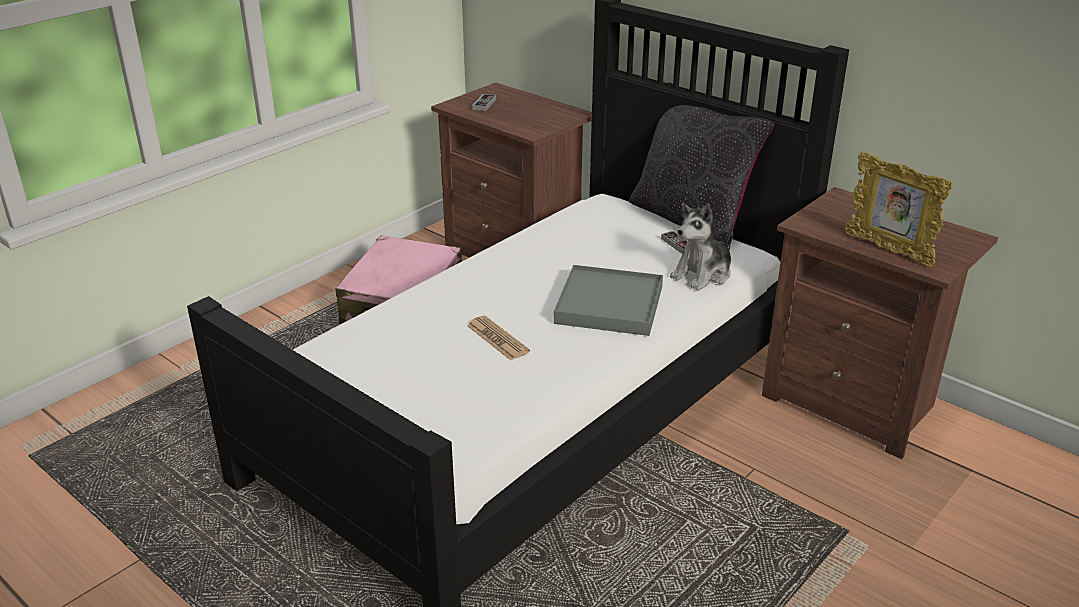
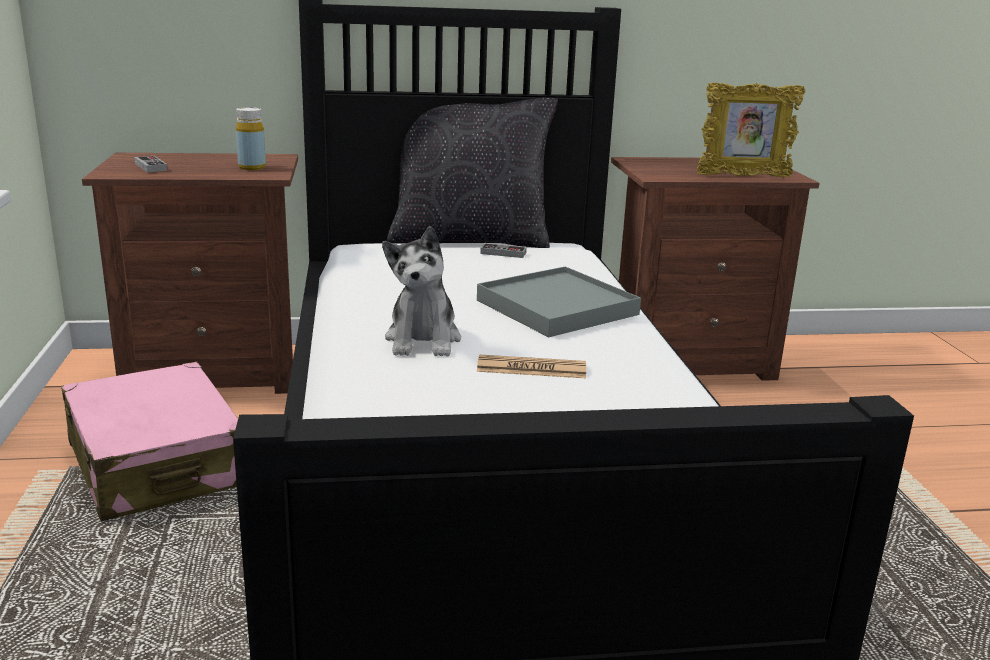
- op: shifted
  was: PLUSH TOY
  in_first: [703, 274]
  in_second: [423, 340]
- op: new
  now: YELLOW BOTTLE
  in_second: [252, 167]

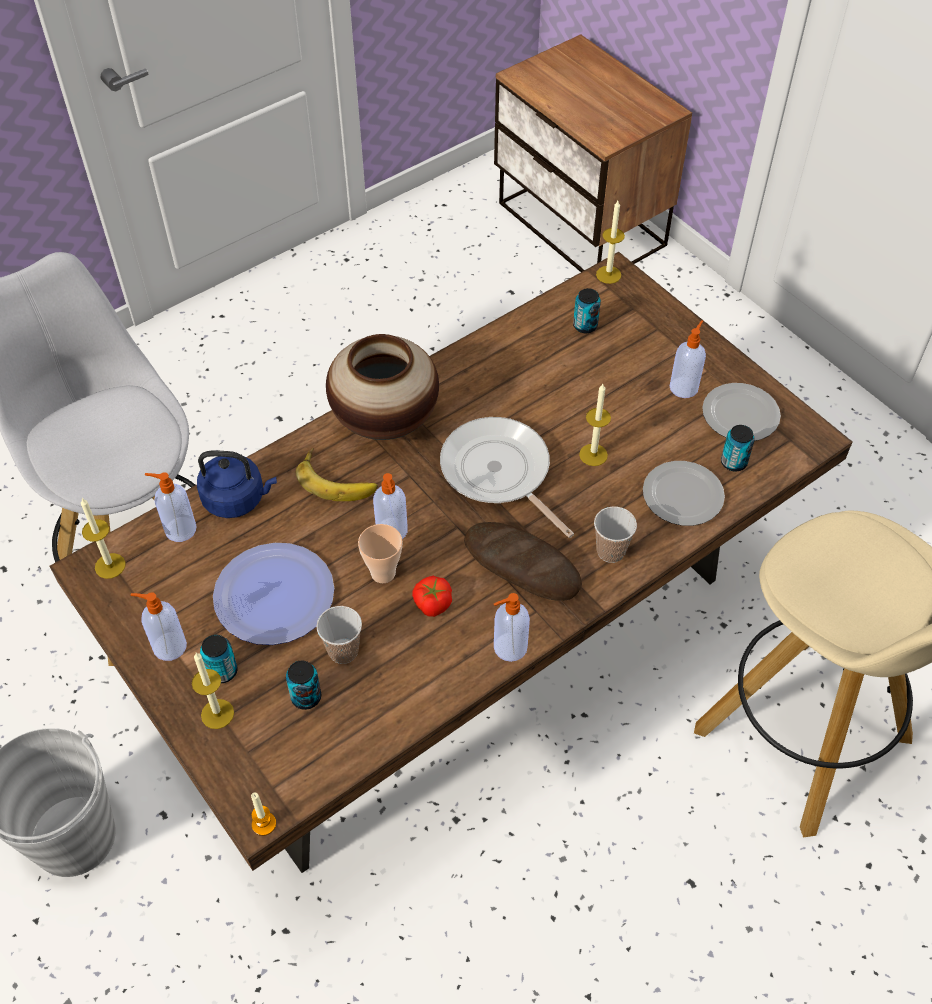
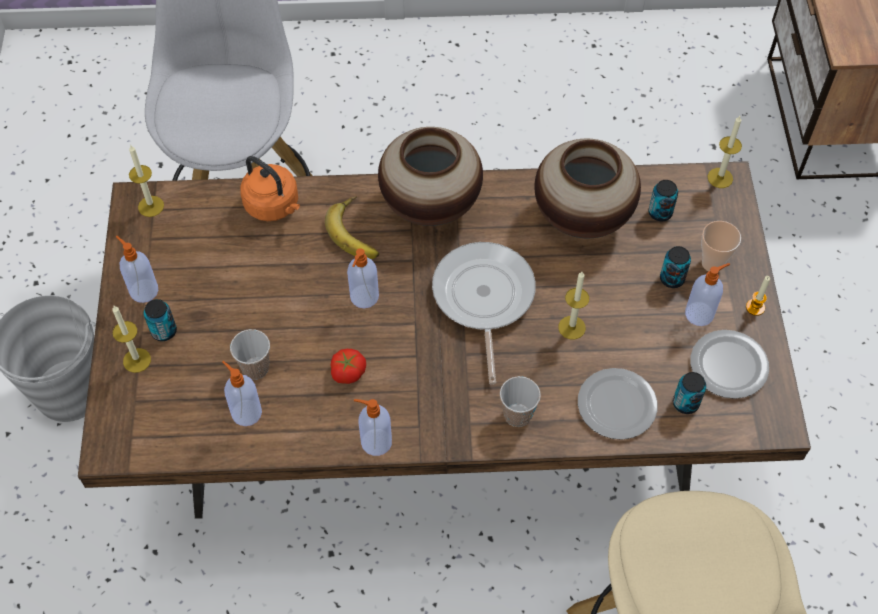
- op: shifted
  was: SOAP DISPENSER
  in_first: [179, 529]
  in_second: [245, 412]
- op: repainted
  was: BLUE KETTLE
  now: ORANGE KETTLE
  in_first: [237, 499]
  in_second: [274, 206]
- op: gone
  was: PLATE
  in_first: [274, 595]
- op: shifted
  was: CANDLE
  in_first: [264, 824]
  in_second: [755, 307]
- op: shifted
  was: CAN
  in_first: [306, 697]
  in_second: [672, 279]
- op: shifted
  was: CUP
  in_first: [383, 573]
  in_second: [712, 263]
- op: gone
  was: BREAD
  in_first: [521, 565]
- op: new
  now: VASE
  in_second: [582, 217]

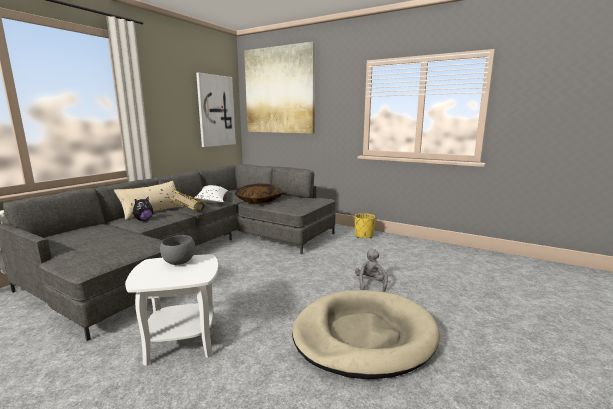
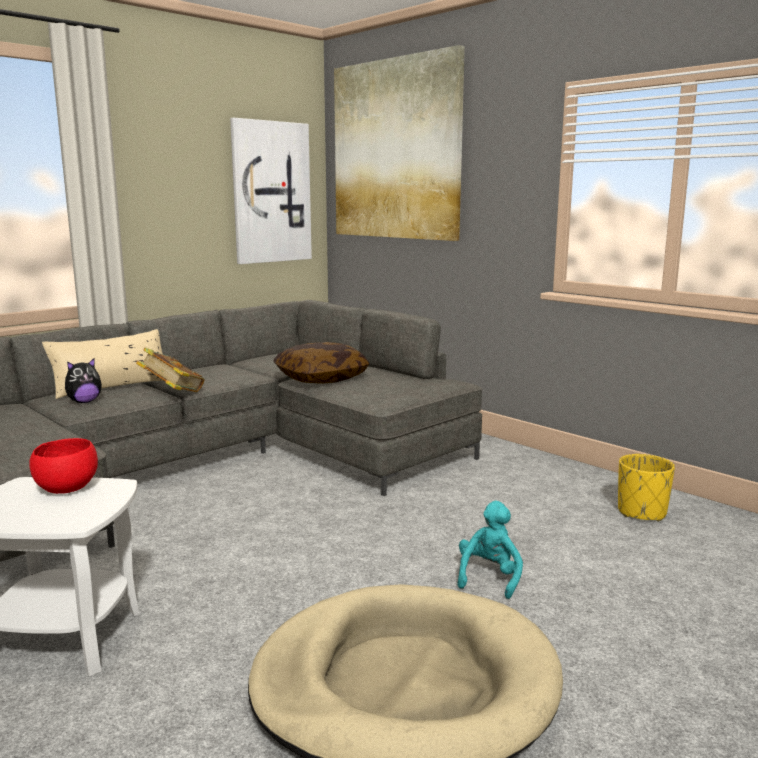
- op: repainted
  was: GREY BOWL
  now: RED BOWL
  in_first: [179, 262]
  in_second: [67, 489]
- op: gone
  was: WHITE PILLOW
  in_first: [212, 200]
- op: shifted
  was: YELLOW PLANTER
  in_first: [364, 236]
  in_second: [642, 512]
- op: repainted
  was: GREY PLUSH TOY
  now: TURQUOISE PLUSH TOY
  in_first: [370, 284]
  in_second: [489, 577]

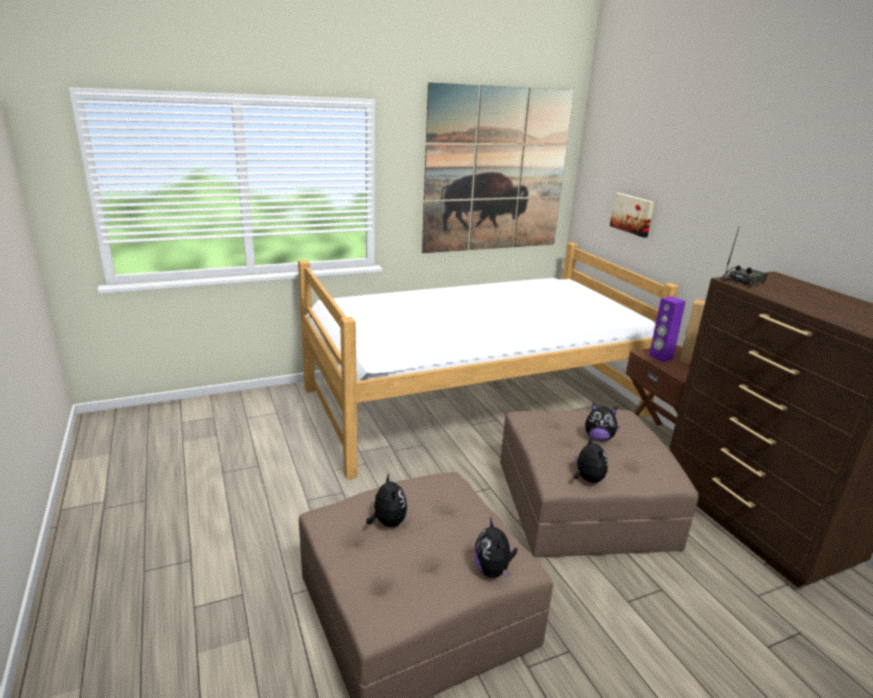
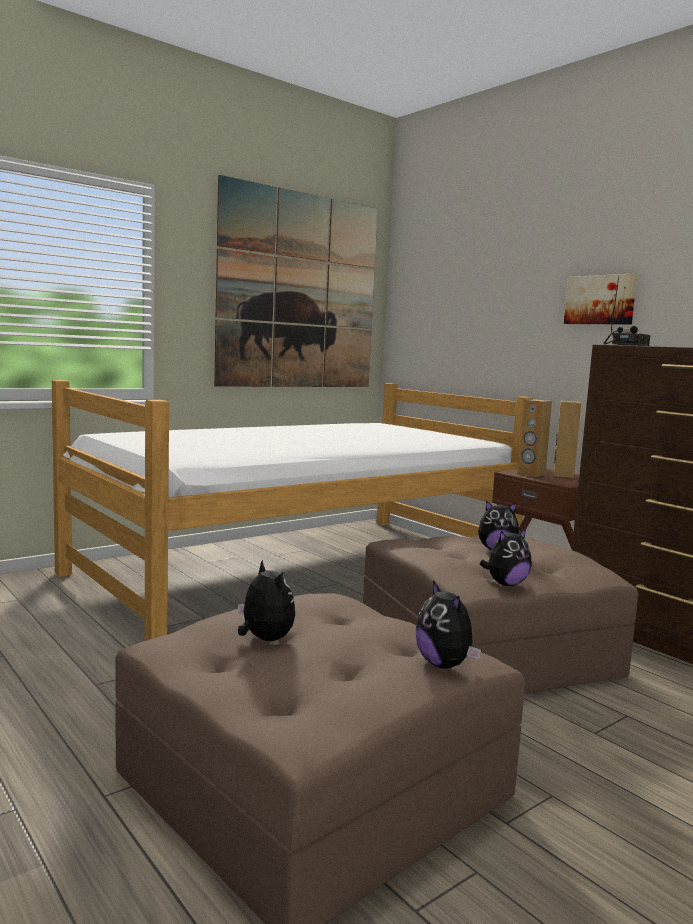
- op: rotated
  was: PLUSH TOY
  in_first: [587, 479]
  in_second: [505, 584]
  clockwise: 90
- op: shifted
  was: PICTURE
  in_first: [632, 214]
  in_second: [600, 300]
- op: repainted
  was: PURPLE SPEAKER
  now: BROWN SPEAKER
  in_first: [660, 357]
  in_second: [531, 474]

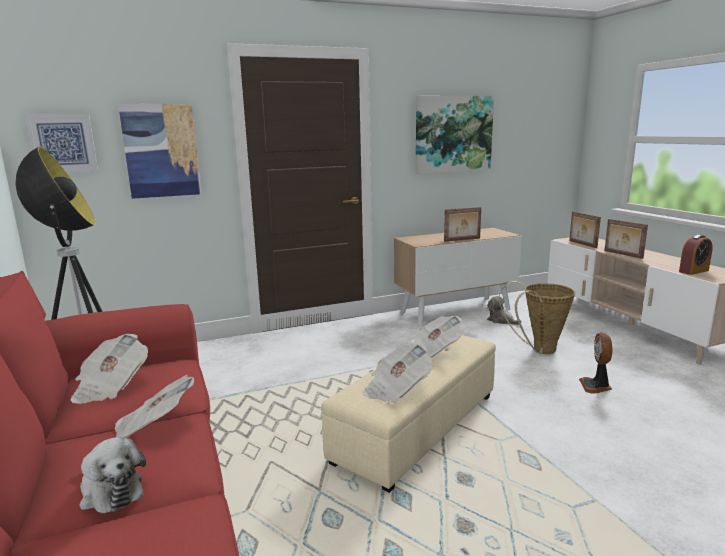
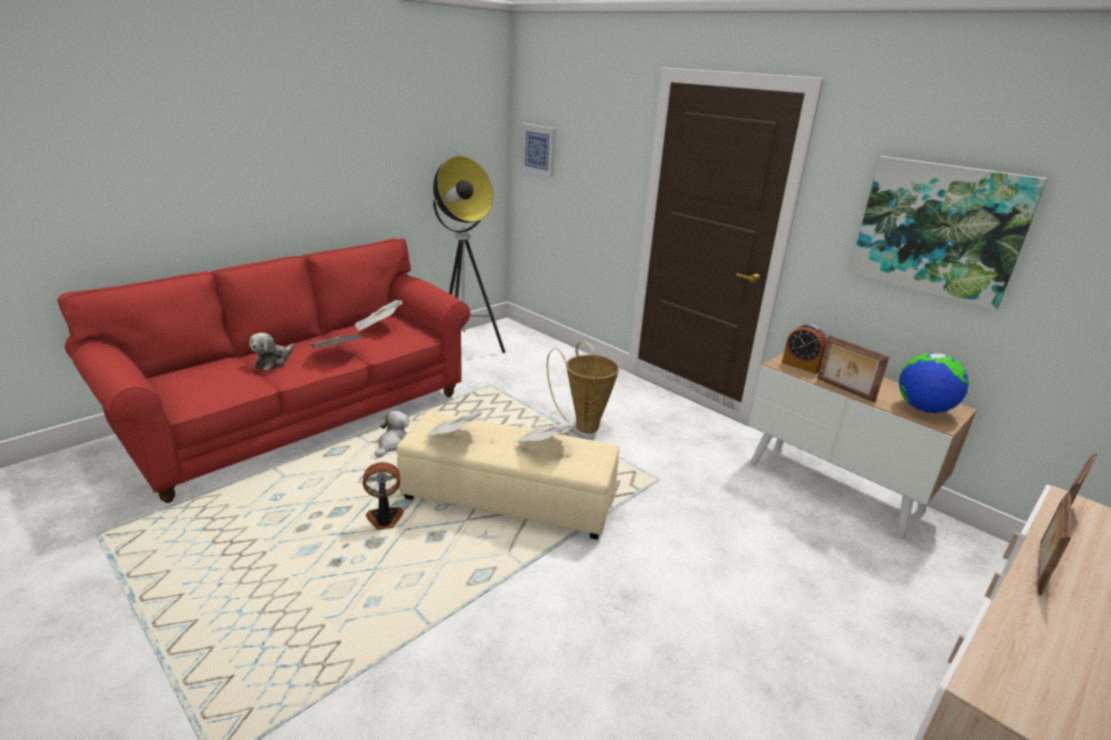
- op: gone
  was: PICTURE
  in_first: [161, 151]
- op: shifted
  was: PLUSH TOY
  in_first: [501, 320]
  in_second: [393, 444]
- op: shifted
  was: BASKET
  in_first: [539, 350]
  in_second: [583, 424]
- op: shifted
  was: FAN
  in_first: [596, 386]
  in_second: [385, 519]
- op: shifted
  was: ALARM CLOCK
  in_first: [693, 271]
  in_second: [801, 366]
- op: new
  now: GLOBE
  in_second: [923, 409]

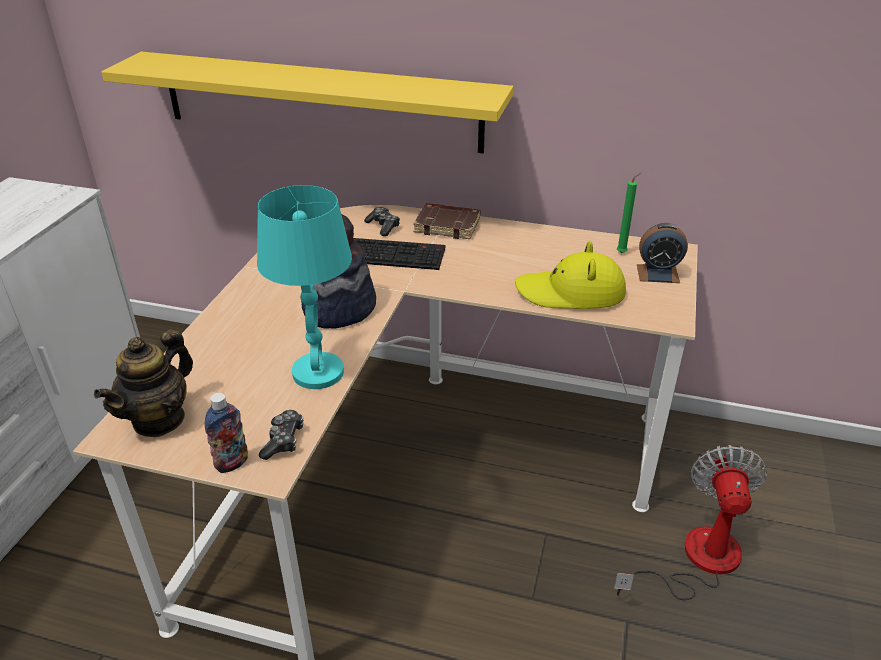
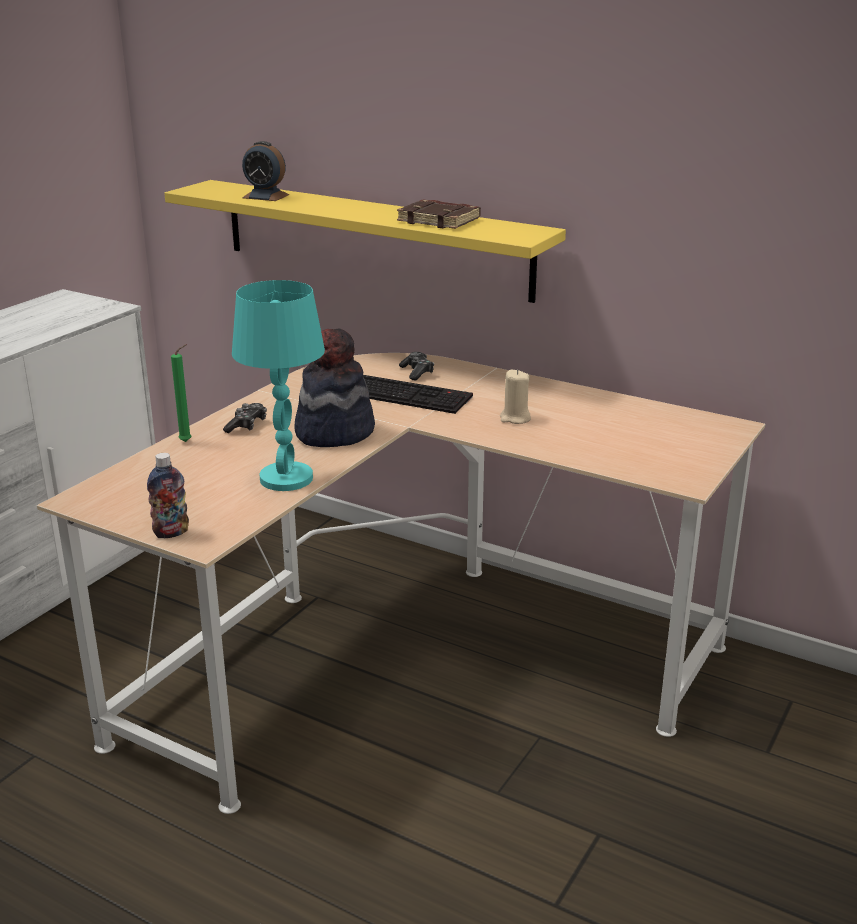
- op: gone
  was: TEAPOT
  in_first: [159, 419]
- op: shifted
  was: GAME CONTROLLER
  in_first: [283, 440]
  in_second: [247, 425]
- op: shifted
  was: BROWN BOOK
  in_first: [448, 225]
  in_second: [440, 220]
- op: gone
  was: YELLOW HAT
  in_first: [571, 292]
- op: gone
  was: FAN
  in_first: [696, 560]
- op: shifted
  was: GREEN CANDLE
  in_first: [622, 252]
  in_second: [187, 441]
- op: shifted
  was: ALARM CLOCK
  in_first: [657, 273]
  in_second: [265, 196]
- op: new
  now: BEIGE CANDLE
  in_second: [515, 418]

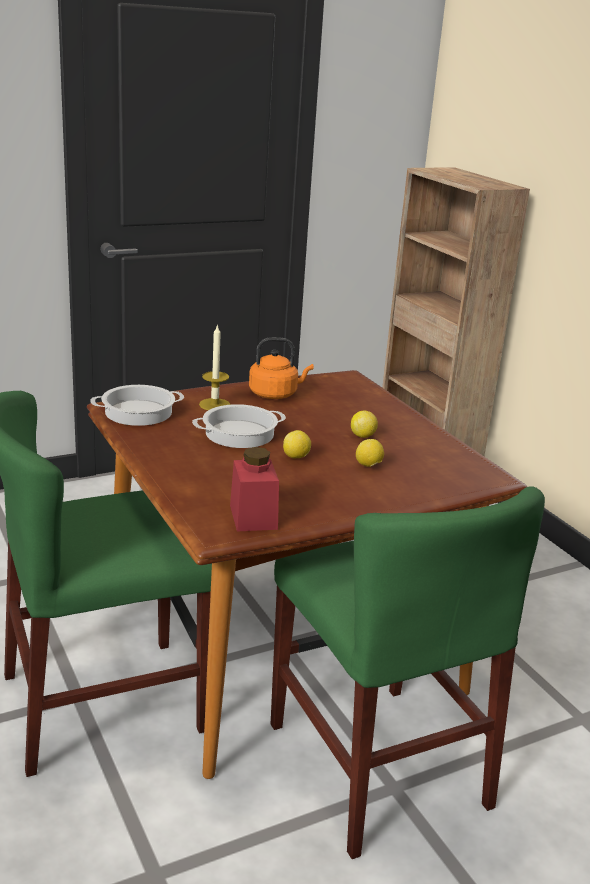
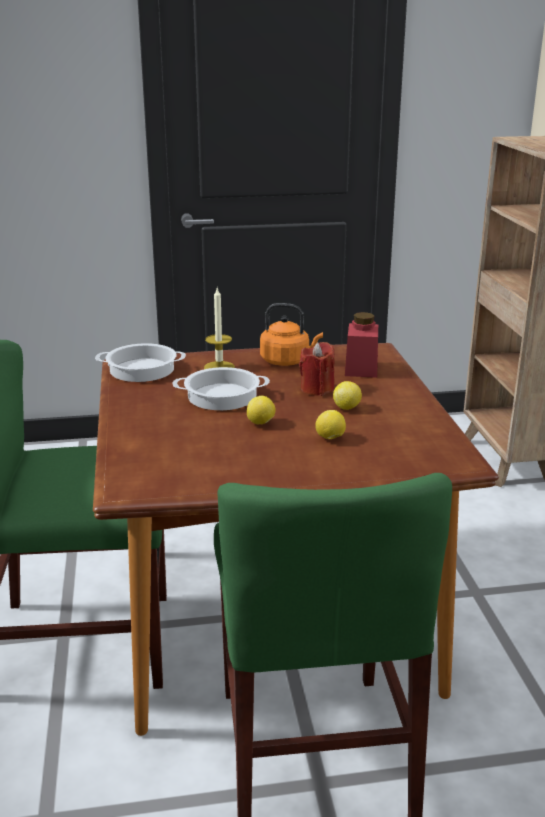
- op: shifted
  was: RED JAR
  in_first: [253, 517]
  in_second: [361, 369]
- op: new
  now: RED CANDLE
  in_second: [317, 389]

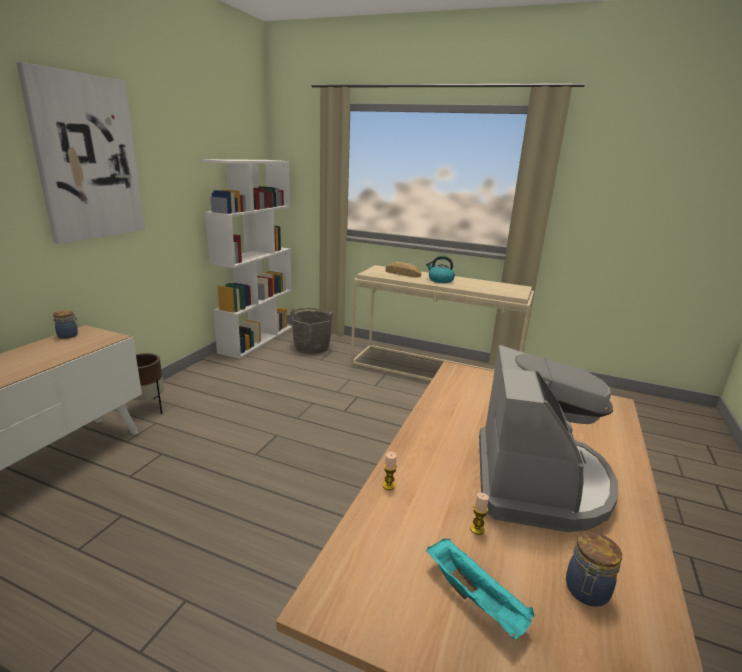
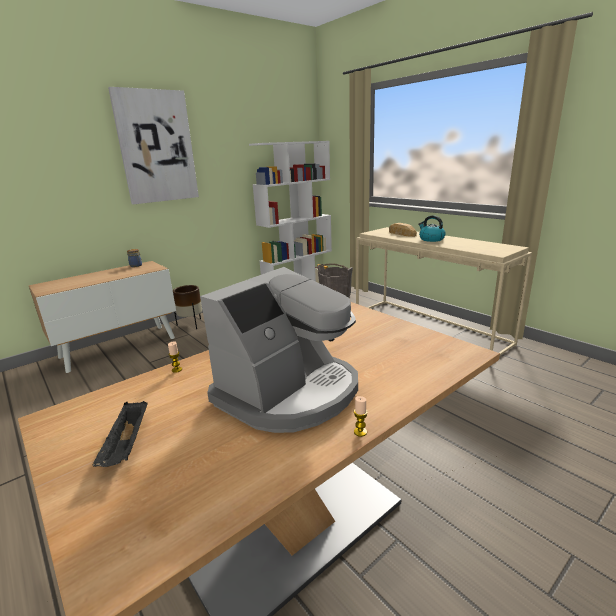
- op: repainted
  was: TURQUOISE TRAY
  now: BLACK TRAY
  in_first: [476, 599]
  in_second: [128, 445]
- op: shifted
  was: CANDLE
  in_first: [477, 529]
  in_second: [360, 432]
- op: gone
  was: JAR
  in_first: [586, 592]

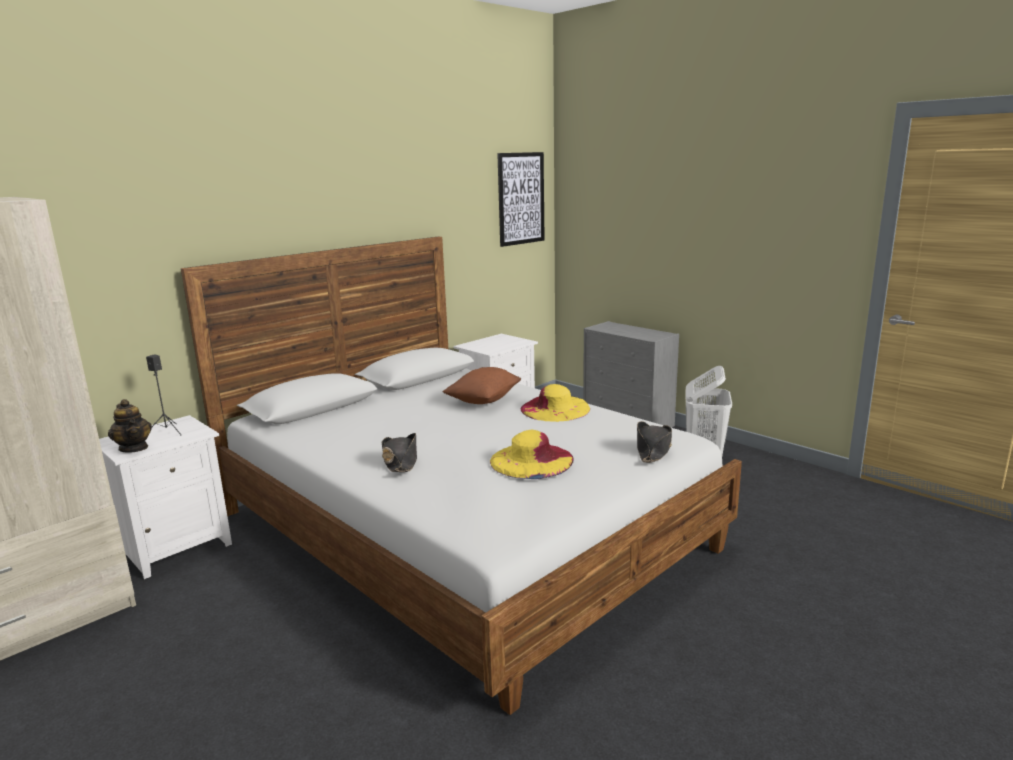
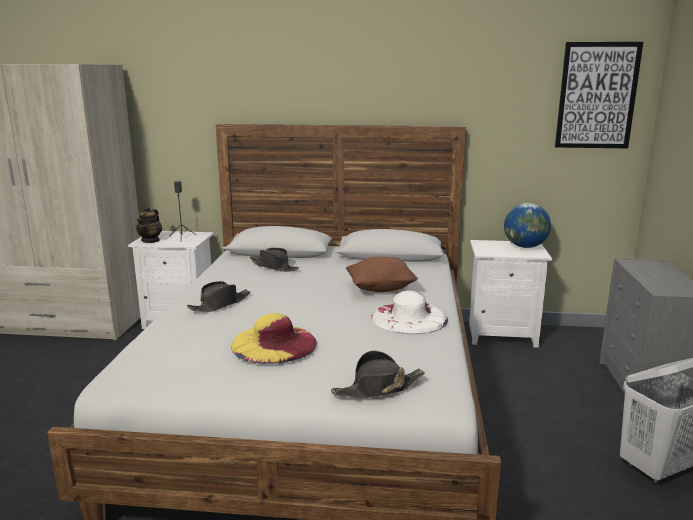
- op: repainted
  was: YELLOW HAT
  now: WHITE HAT
  in_first: [555, 409]
  in_second: [409, 318]
- op: new
  now: BLACK HAT
  in_second: [274, 266]
- op: new
  now: GLOBE
  in_second: [525, 247]

